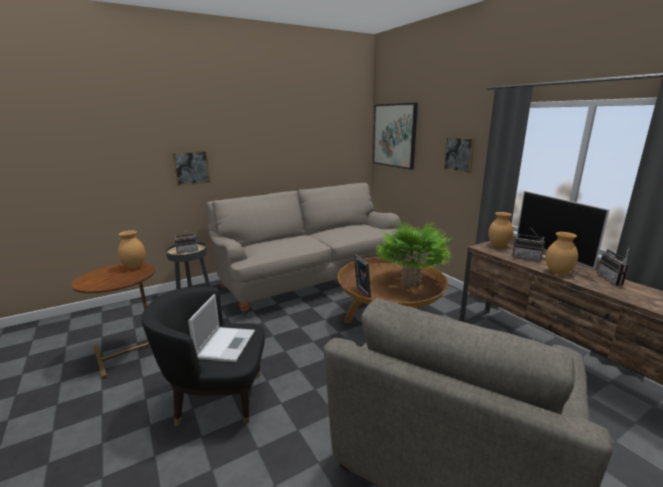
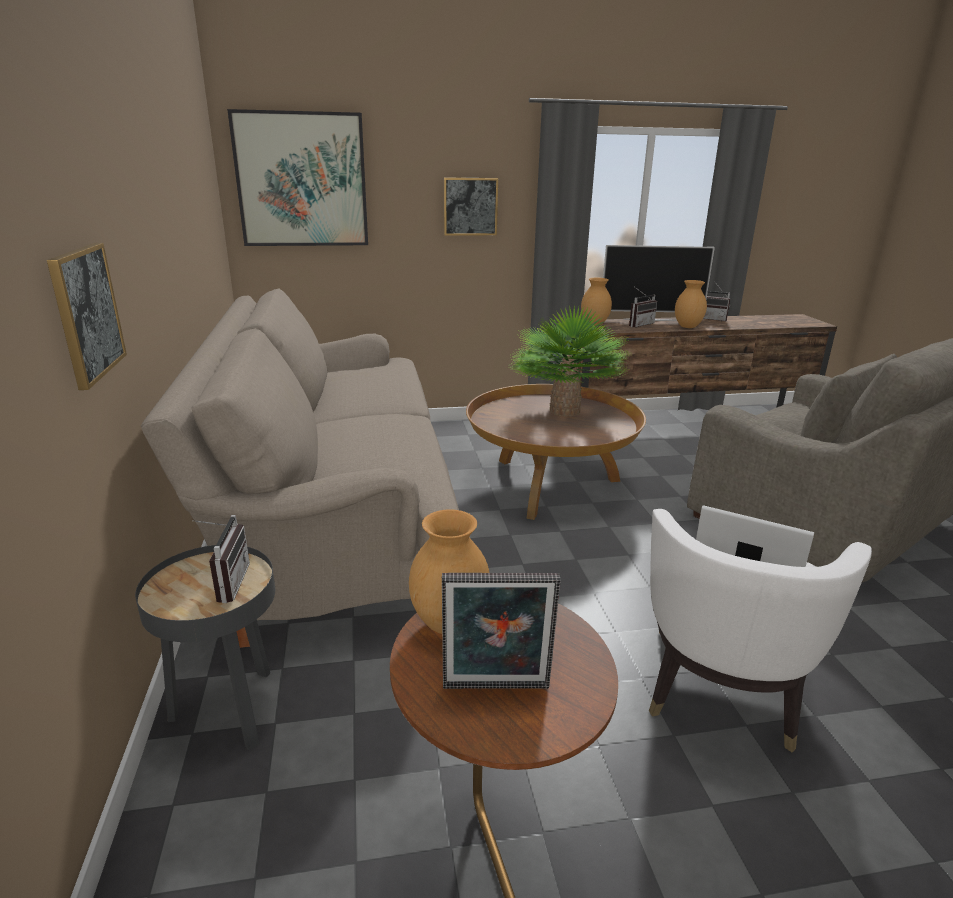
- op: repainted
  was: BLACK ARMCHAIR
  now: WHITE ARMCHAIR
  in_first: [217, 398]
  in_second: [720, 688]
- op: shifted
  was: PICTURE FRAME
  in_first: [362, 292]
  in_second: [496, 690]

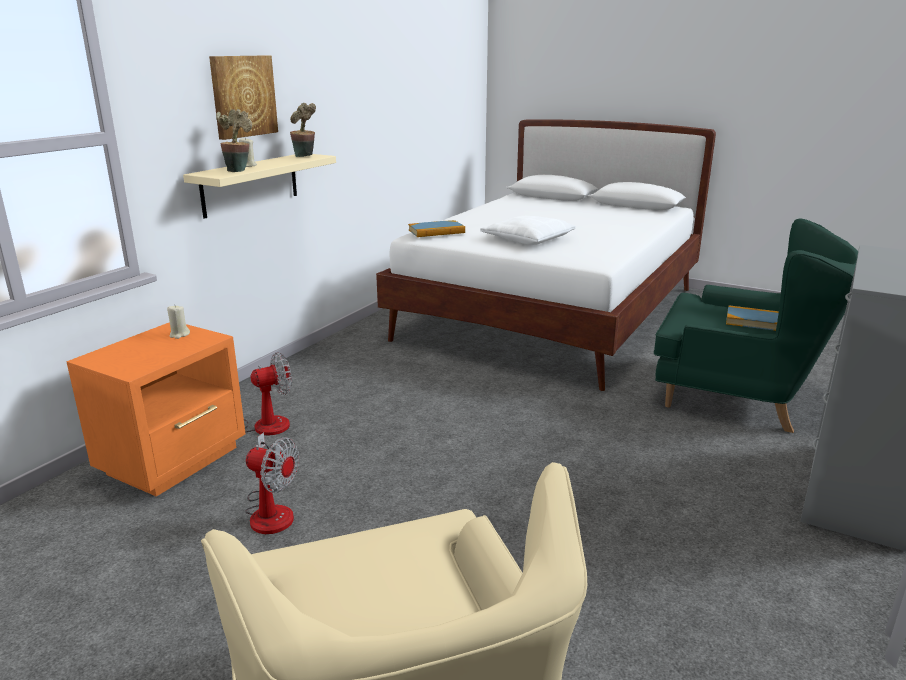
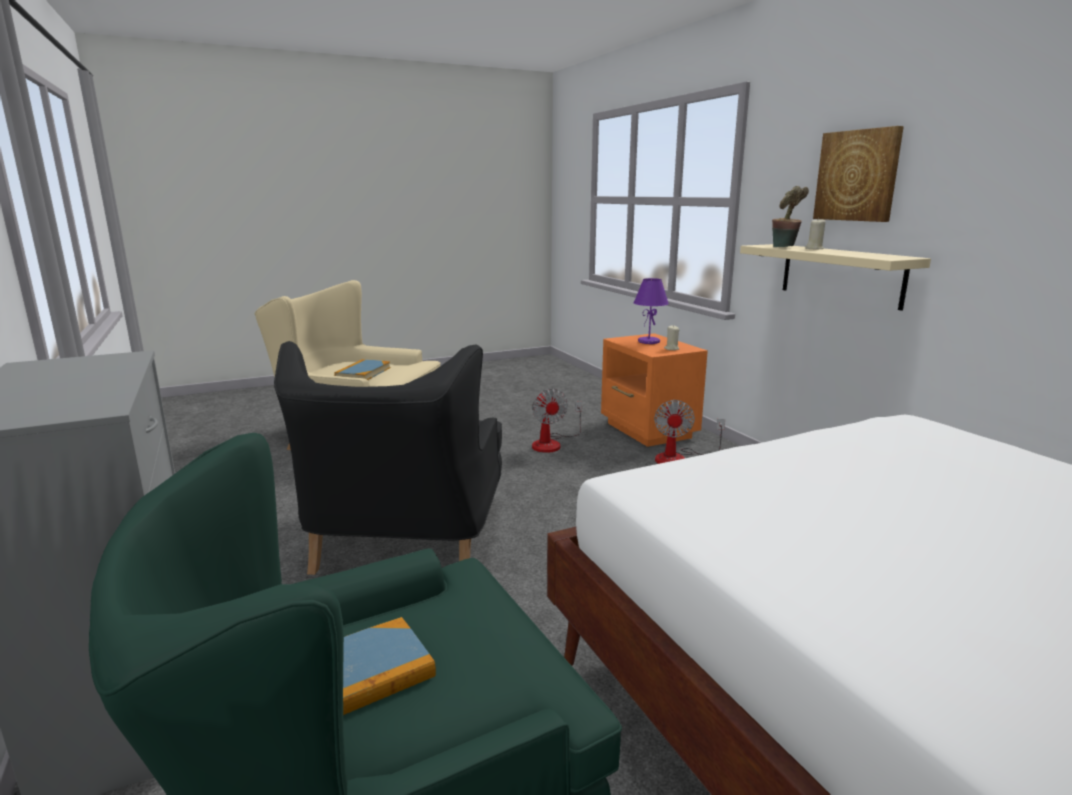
- op: rotated
  was: FAN
  in_first: [271, 510]
  in_second: [552, 443]
  clockwise: -75
- op: gone
  was: POTTED PLANT
  in_first: [305, 156]
- op: shifted
  was: BOOK
  in_first: [436, 231]
  in_second: [363, 373]
- op: gone
  was: WHITE PILLOW
  in_first: [527, 239]
- op: new
  now: BLACK ARMCHAIR
  in_second: [405, 541]
- op: new
  now: PURPLE TABLE LAMP
  in_second: [648, 342]

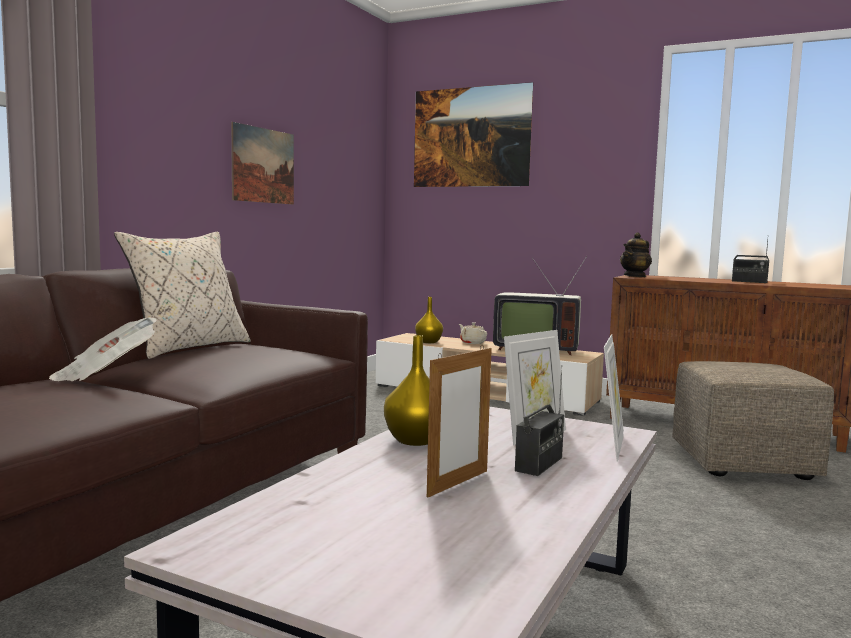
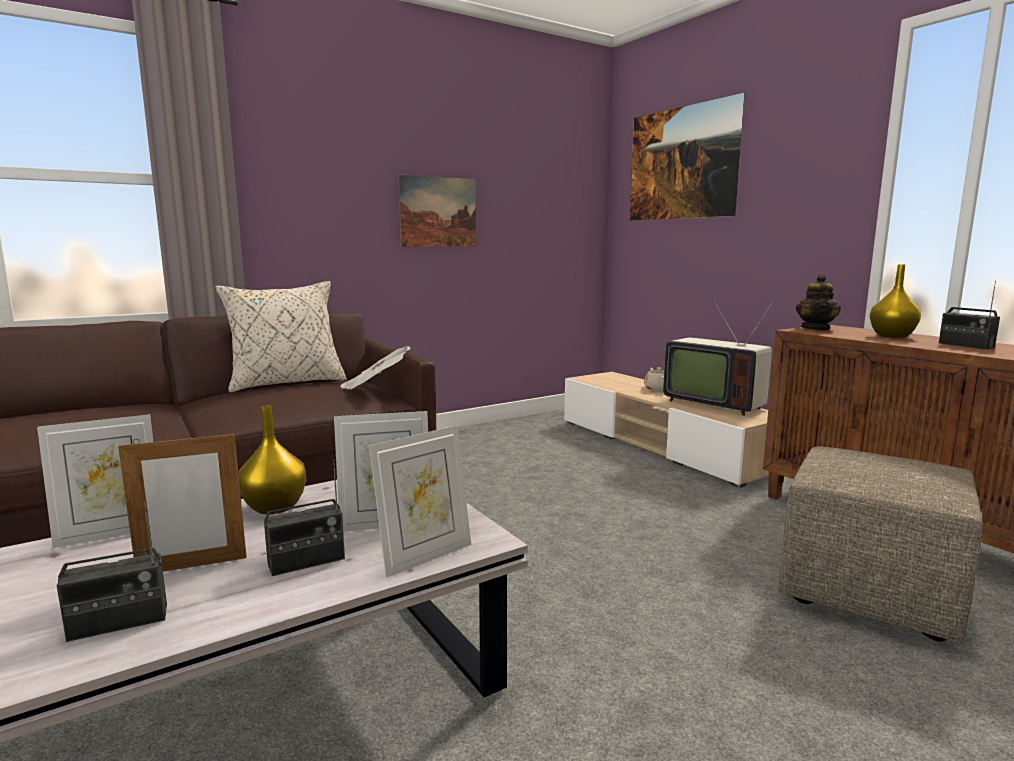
- op: shifted
  was: NEWSPAPER
  in_first: [105, 376]
  in_second: [375, 387]
- op: shifted
  was: YELLOW VASE
  in_first: [428, 342]
  in_second: [891, 336]
- op: rotated
  was: TEAPOT
  in_first: [635, 276]
  in_second: [816, 329]
  clockwise: -60
- op: new
  now: PICTURE FRAME
  in_second: [110, 533]
- op: new
  now: RADIO
  in_second: [118, 622]

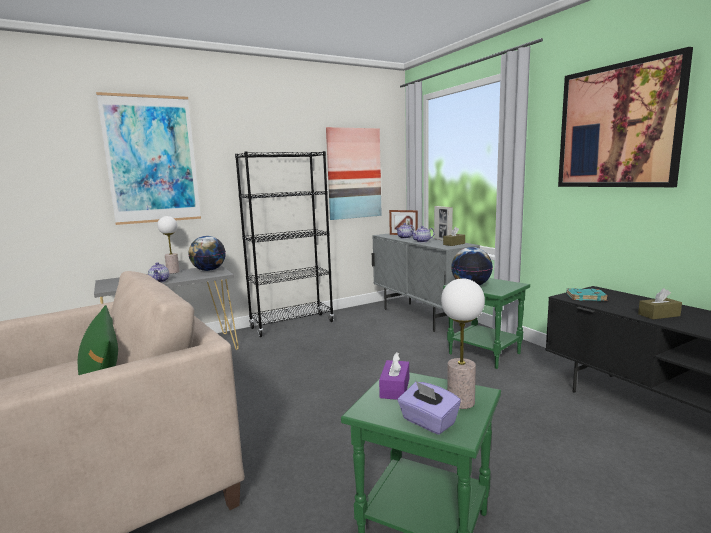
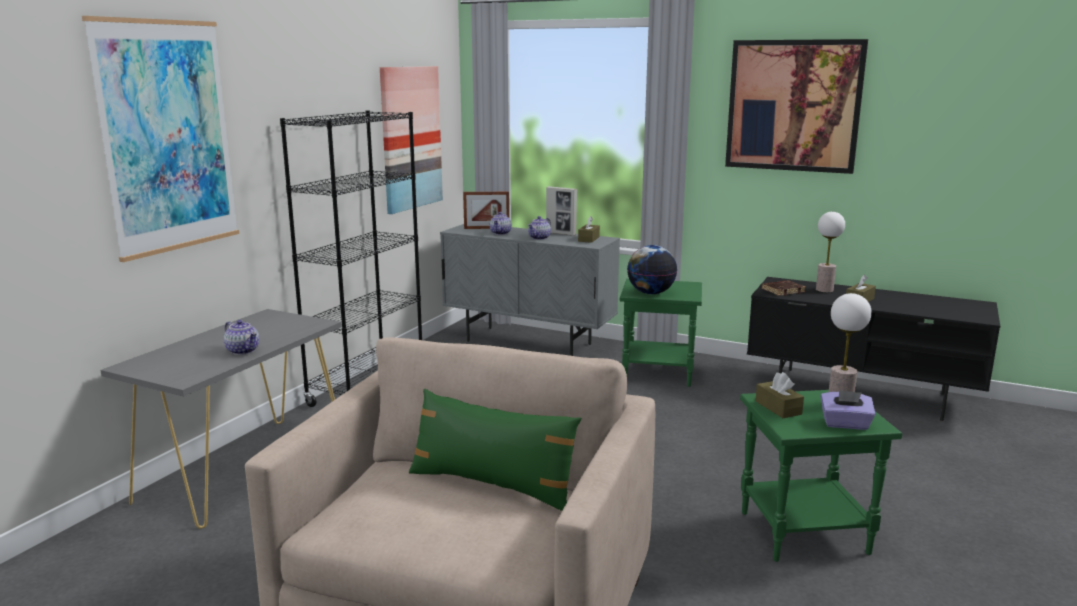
- op: shifted
  was: TABLE LAMP
  in_first: [173, 272]
  in_second: [824, 290]
- op: gone
  was: GLOBE
  in_first: [208, 270]
- op: repainted
  was: PURPLE TISSUE BOX
  now: BROWN TISSUE BOX
  in_first: [395, 388]
  in_second: [778, 408]
- op: repainted
  was: TURQUOISE BOOK
  now: BROWN BOOK
  in_first: [586, 297]
  in_second: [782, 291]

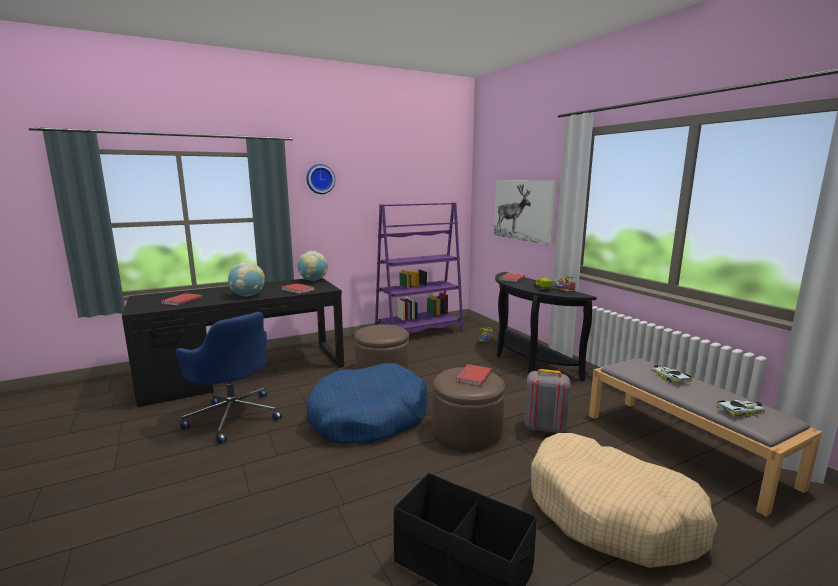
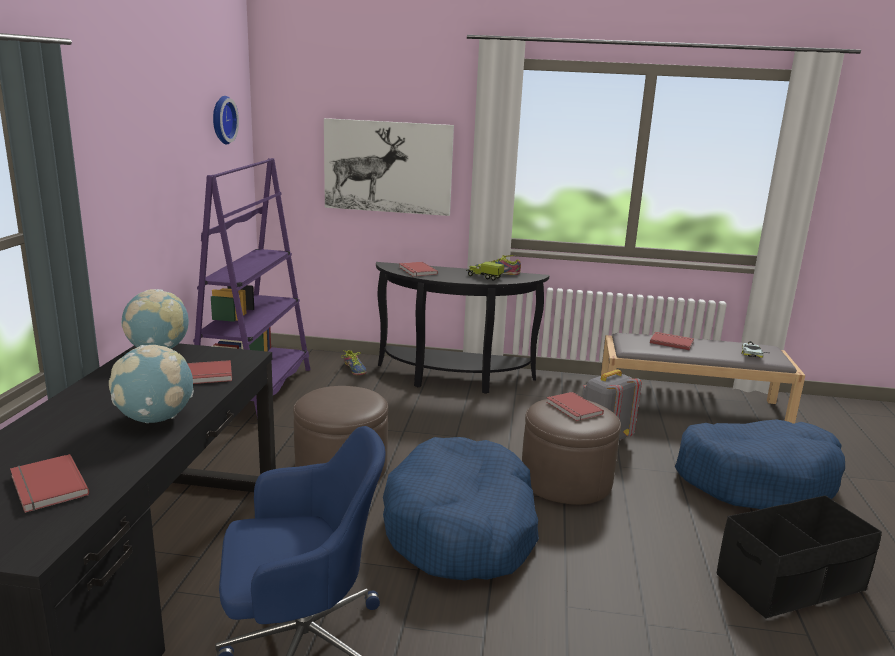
- op: shifted
  was: WALL CLOCK
  in_first: [320, 179]
  in_second: [221, 120]
- op: repainted
  was: BEIGE DOG BED
  now: BLUE DOG BED
  in_first: [611, 513]
  in_second: [756, 479]
- op: swapped
  was: TOY CAR
  now: RED BOOK
  in_first: [669, 377]
  in_second: [671, 342]

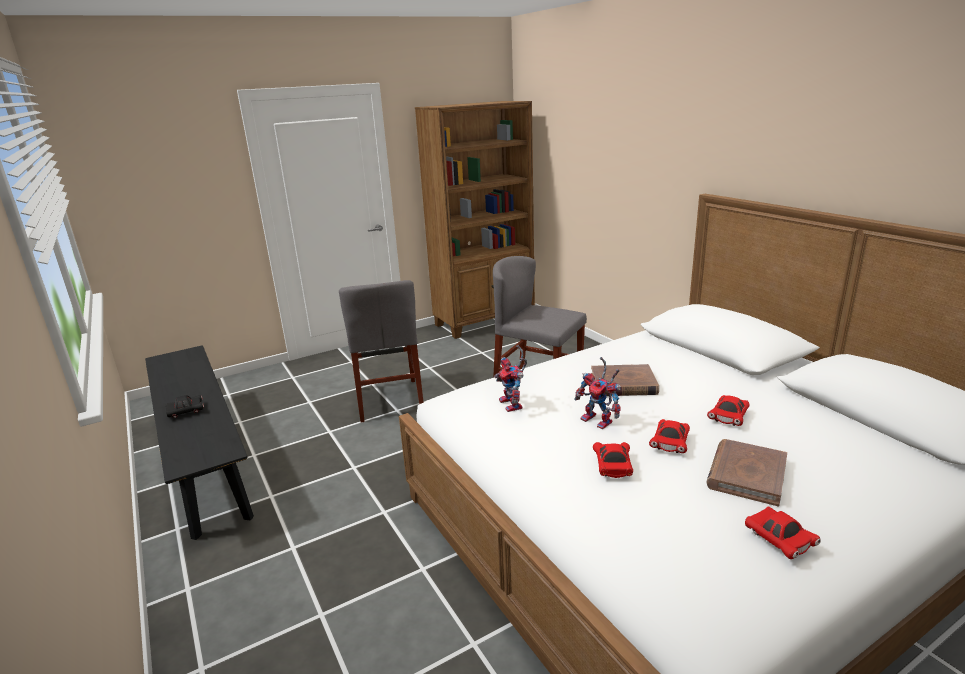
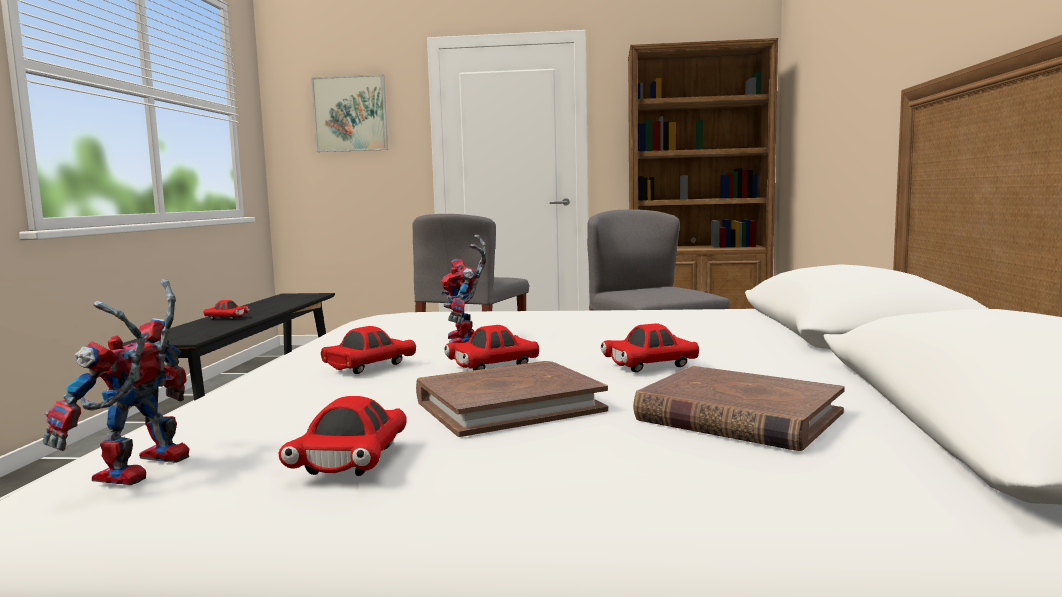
- op: repainted
  was: BLACK TOY CAR
  now: RED TOY CAR
  in_first: [186, 412]
  in_second: [227, 318]
- op: shifted
  was: TOY ROBOT
  in_first: [513, 405]
  in_second: [142, 472]
- op: shifted
  was: BROWN BOOK
  in_first: [623, 384]
  in_second: [737, 416]
- op: new
  now: PICTURE
  in_second: [350, 114]

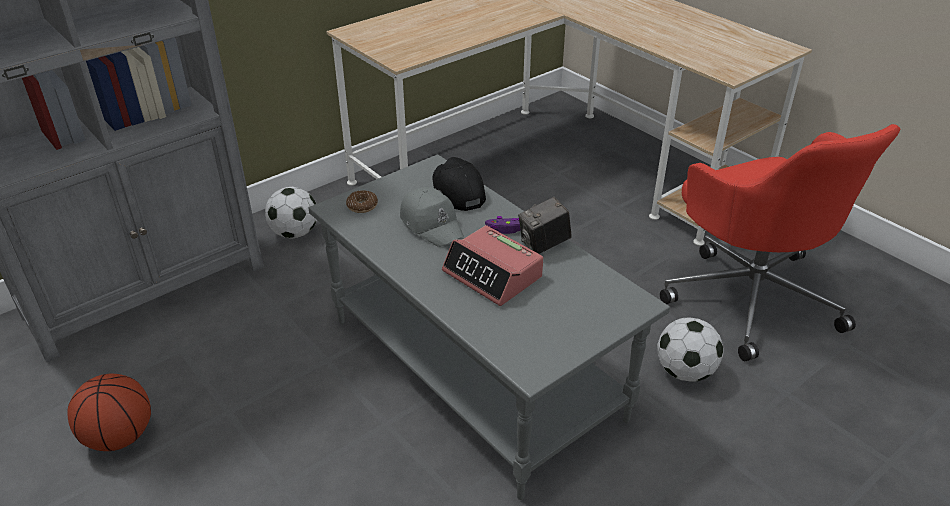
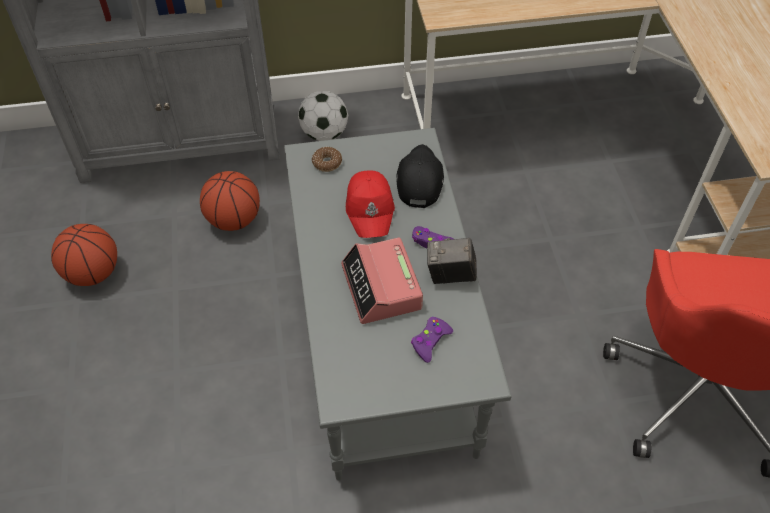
- op: repainted
  was: GREY CAP
  now: RED CAP
  in_first: [432, 224]
  in_second: [370, 209]
- op: gone
  was: FOOTBALL
  in_first: [684, 371]
- op: new
  now: BASKETBALL
  in_second: [233, 220]
- op: new
  now: PURPLE GAME CONTROLLER
  in_second: [430, 341]

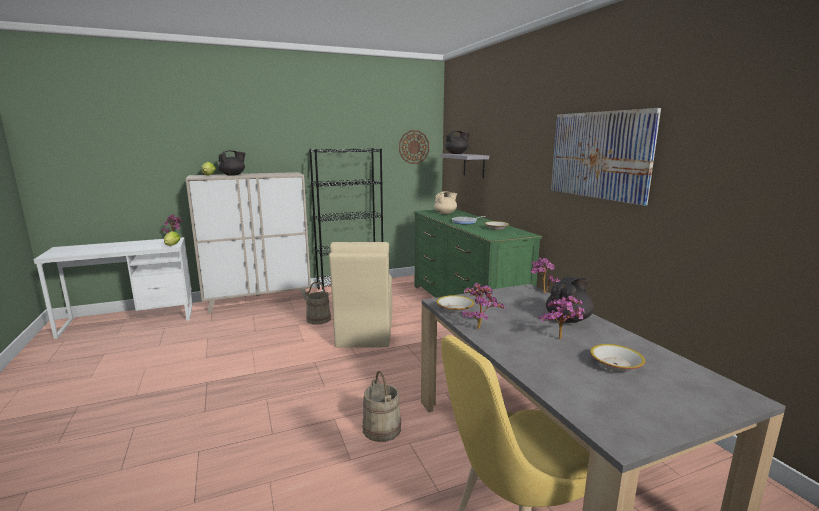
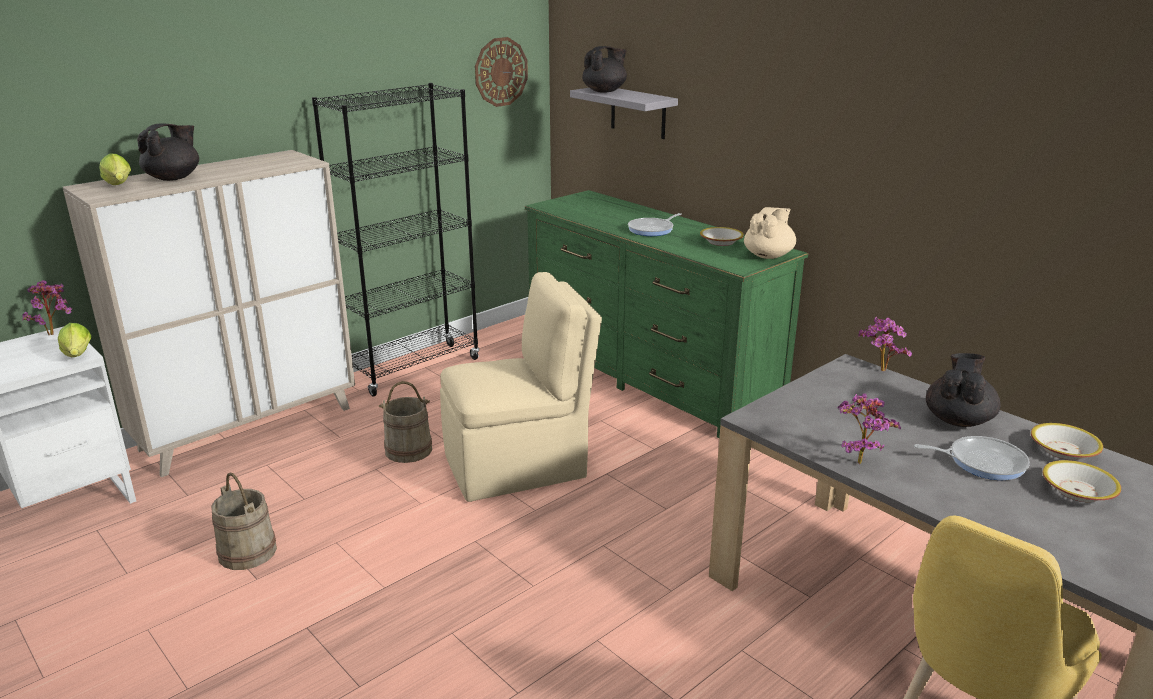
- op: rotated
  was: BEIGE CHAIR
  in_first: [364, 334]
  in_second: [518, 465]
  clockwise: -90
- op: shifted
  was: BEIGE BUCKET
  in_first: [382, 428]
  in_second: [248, 551]
- op: shifted
  was: BEIGE TEAPOT
  in_first: [445, 213]
  in_second: [768, 255]
- op: shifted
  was: BOWL
  in_first: [455, 309]
  in_second: [1064, 450]
- op: swapped
  was: POTTED PLANT
  now: FRYING PAN
  in_first: [561, 340]
  in_second: [982, 462]
- op: gone
  was: PICTURE
  in_first: [599, 155]

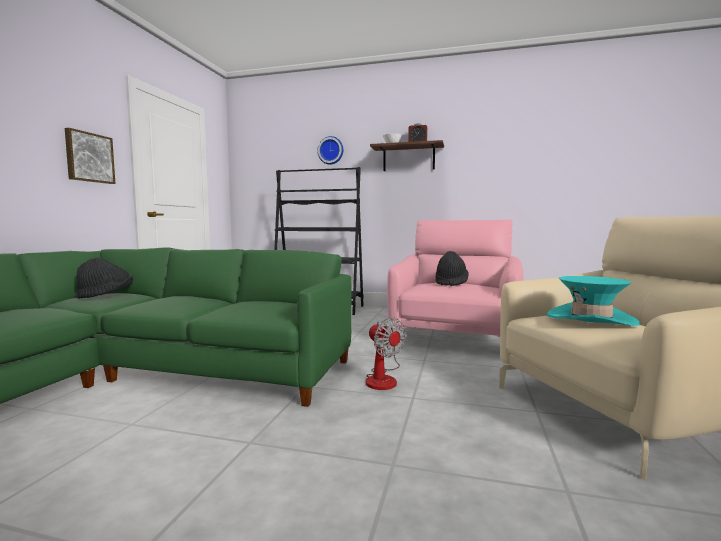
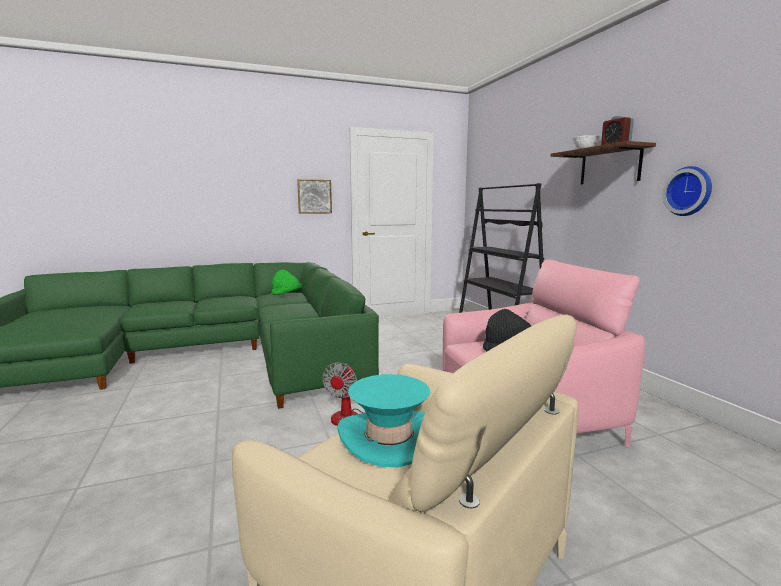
- op: repainted
  was: BLACK HAT
  now: GREEN HAT
  in_first: [106, 296]
  in_second: [286, 295]
- op: shifted
  was: WALL CLOCK
  in_first: [331, 150]
  in_second: [689, 191]

